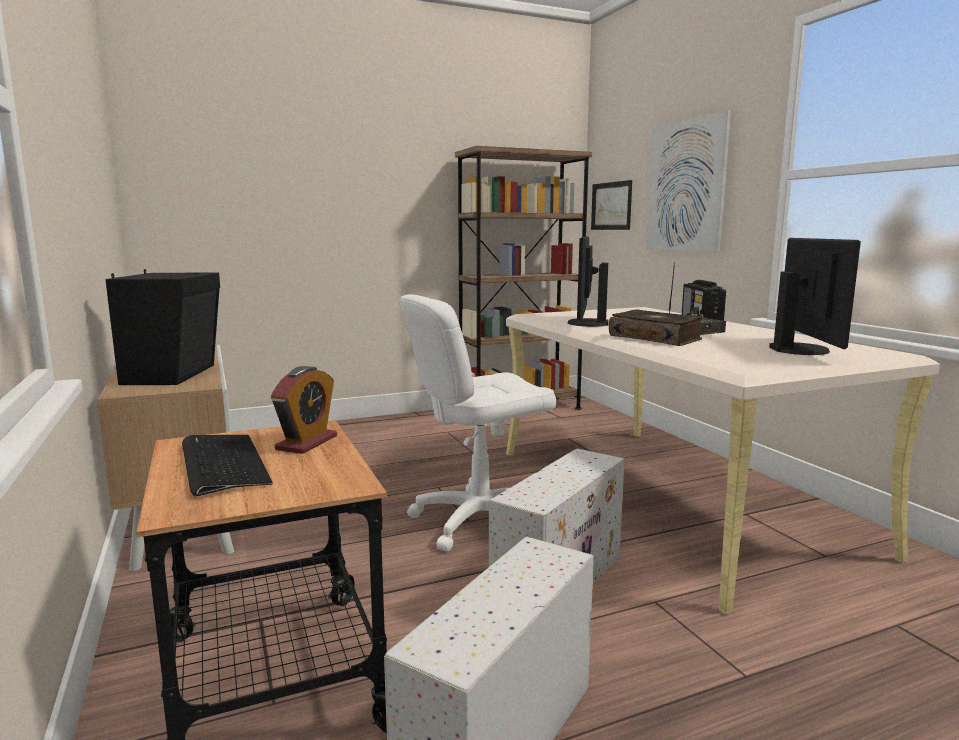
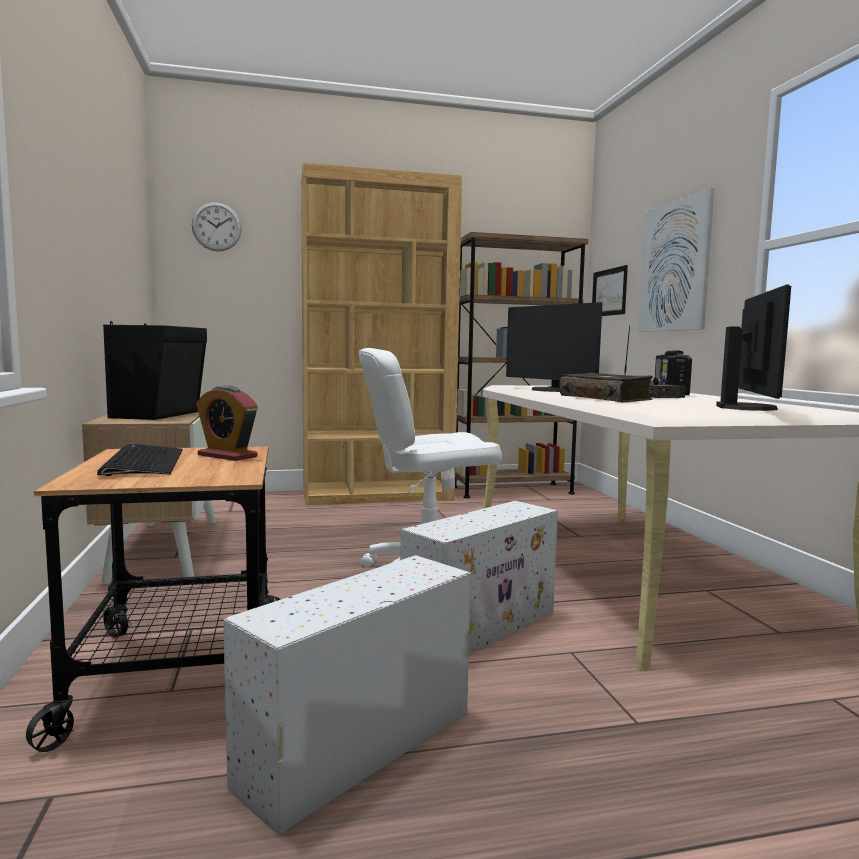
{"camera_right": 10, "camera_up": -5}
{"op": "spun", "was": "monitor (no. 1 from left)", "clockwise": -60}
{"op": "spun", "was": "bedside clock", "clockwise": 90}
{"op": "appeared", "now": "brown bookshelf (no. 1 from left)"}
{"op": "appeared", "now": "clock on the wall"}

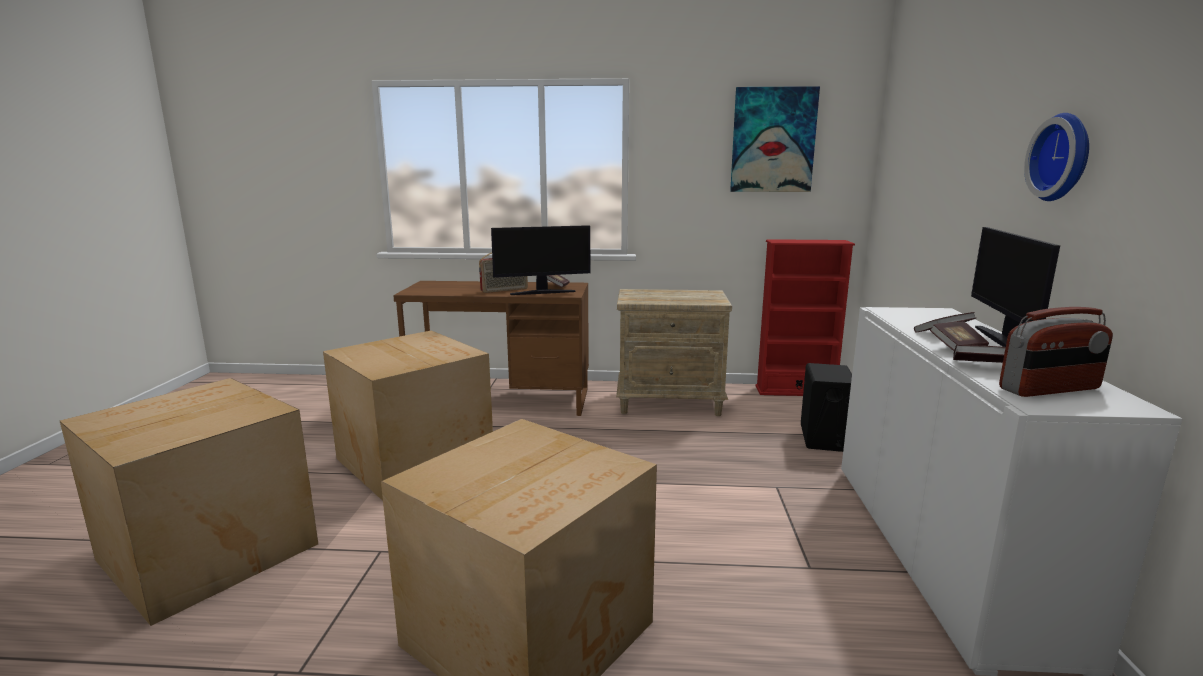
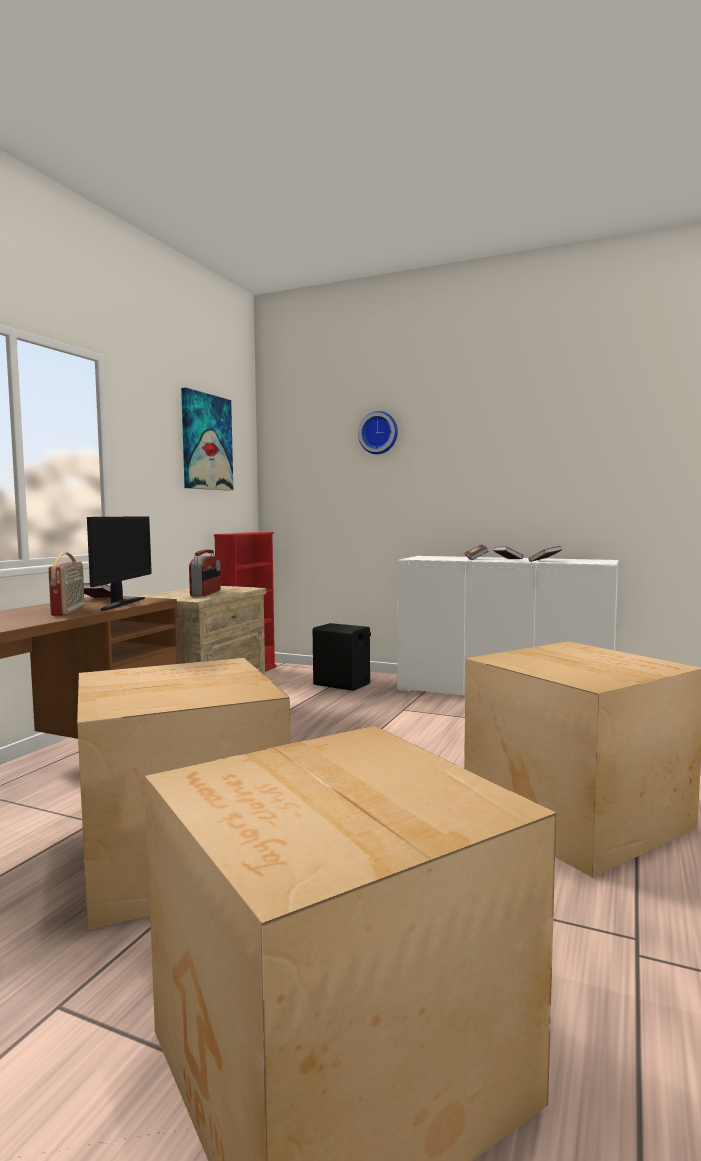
{"camera_right": -70, "camera_up": -10}
{"op": "relocated", "was": "clock on the wall"}
{"op": "missing", "was": "monitor (no. 2 from left)"}
{"op": "relocated", "was": "radio (no. 2 from left)"}

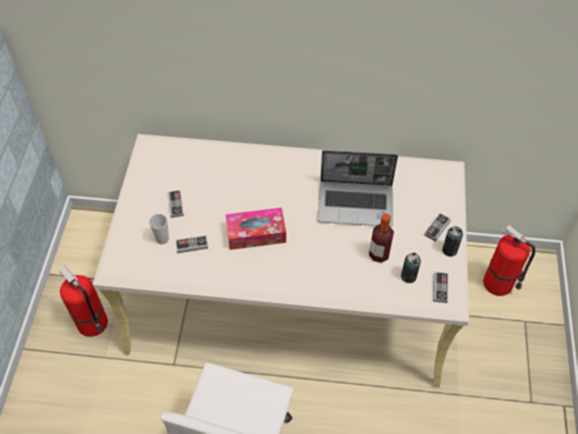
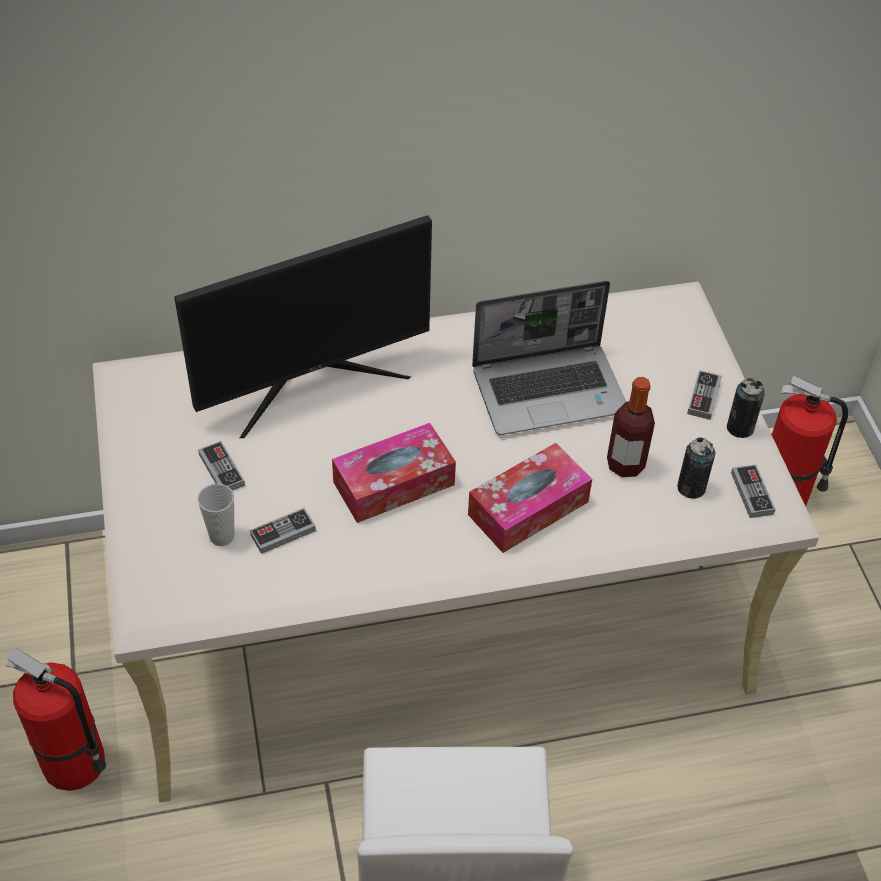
{"camera_right": -20, "camera_up": -5}
{"op": "appeared", "now": "monitor"}
{"op": "appeared", "now": "tissue box (no. 2 from left)"}

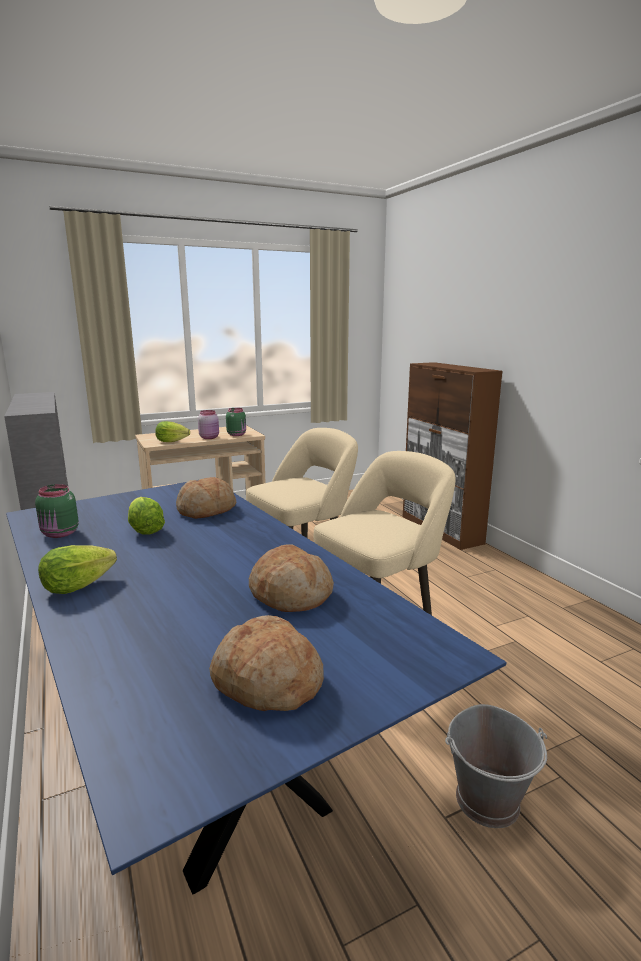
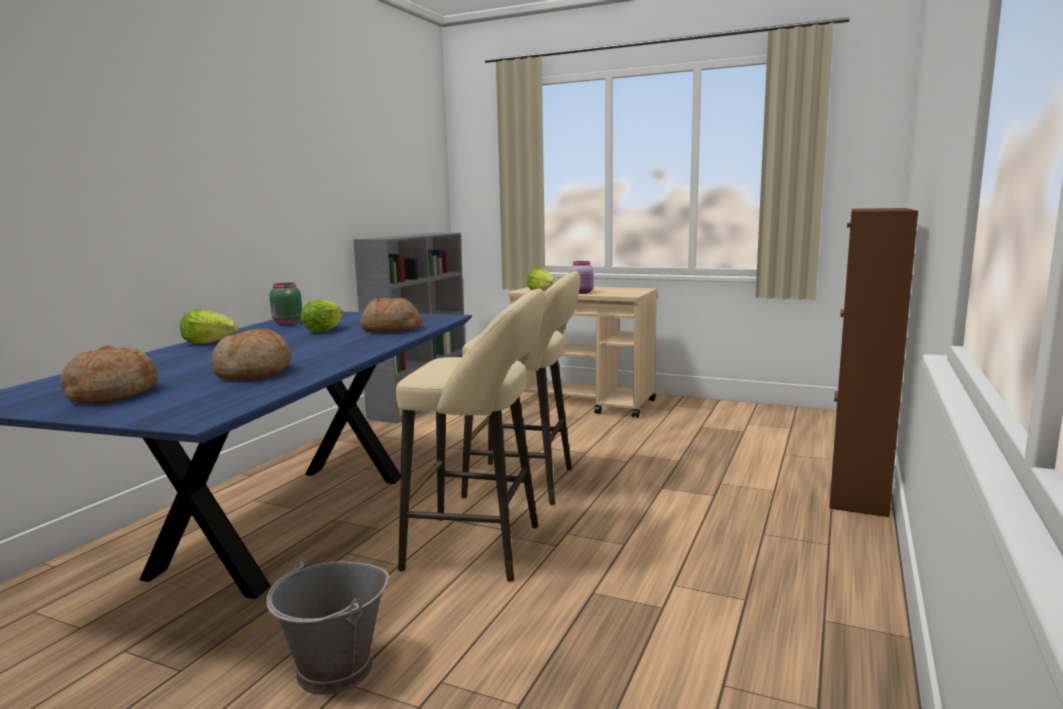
{"camera_right": 50, "camera_up": -5}
{"op": "missing", "was": "green storage jar (no. 2 from left)"}

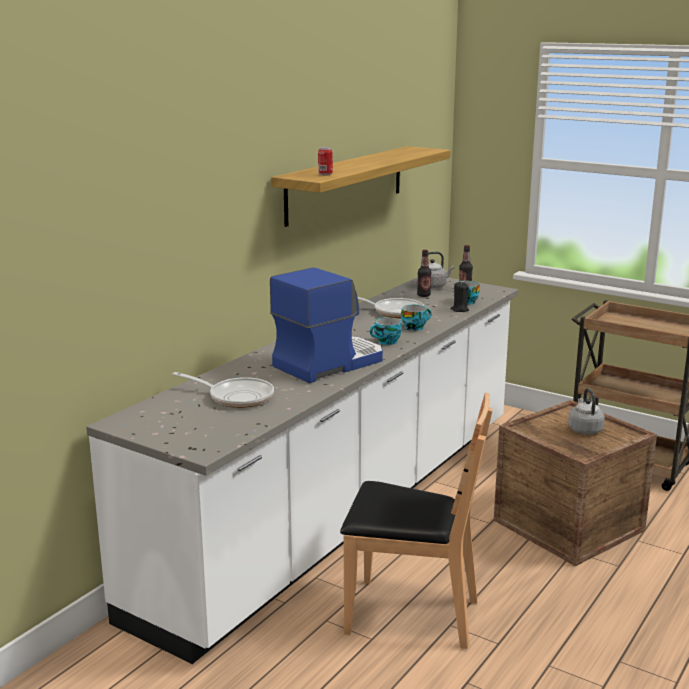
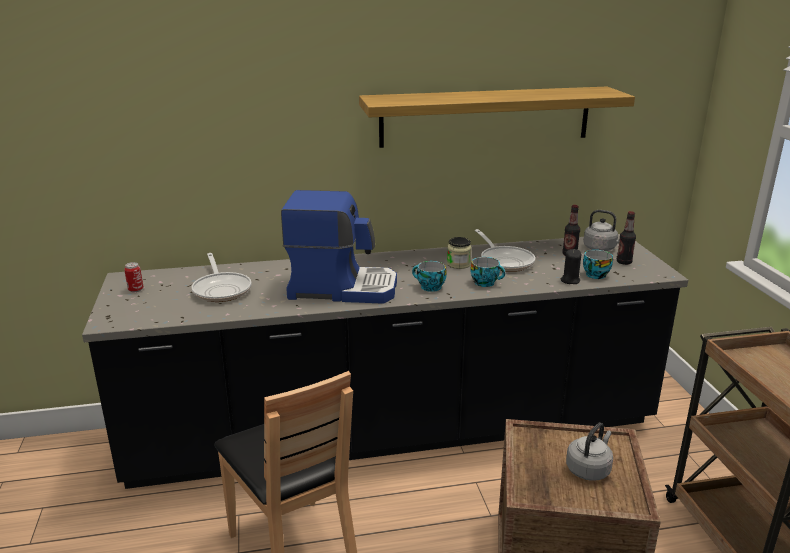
{"camera_right": 45, "camera_up": 5}
{"op": "relocated", "was": "metal can"}
{"op": "colour", "was": "white-coloured kitchen counter", "now": "blackish kitchen counter"}
{"op": "appeared", "now": "storage jar"}

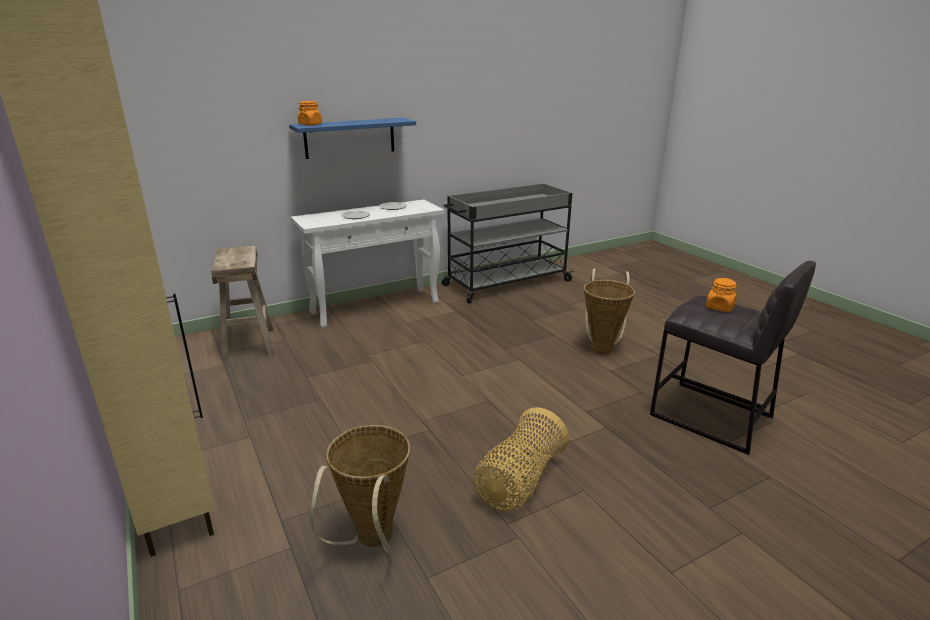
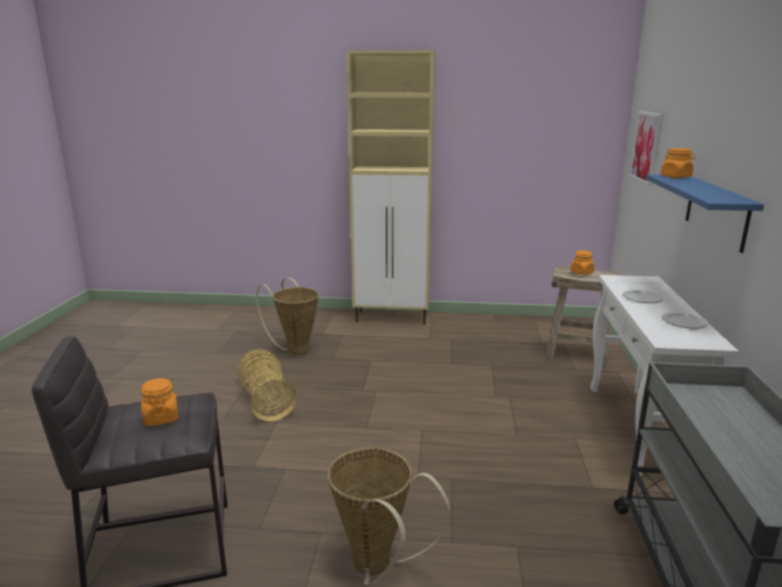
{"camera_right": 125, "camera_up": -5}
{"op": "appeared", "now": "wall art"}
{"op": "appeared", "now": "orange-coloured storage jar (no. 2 from left)"}

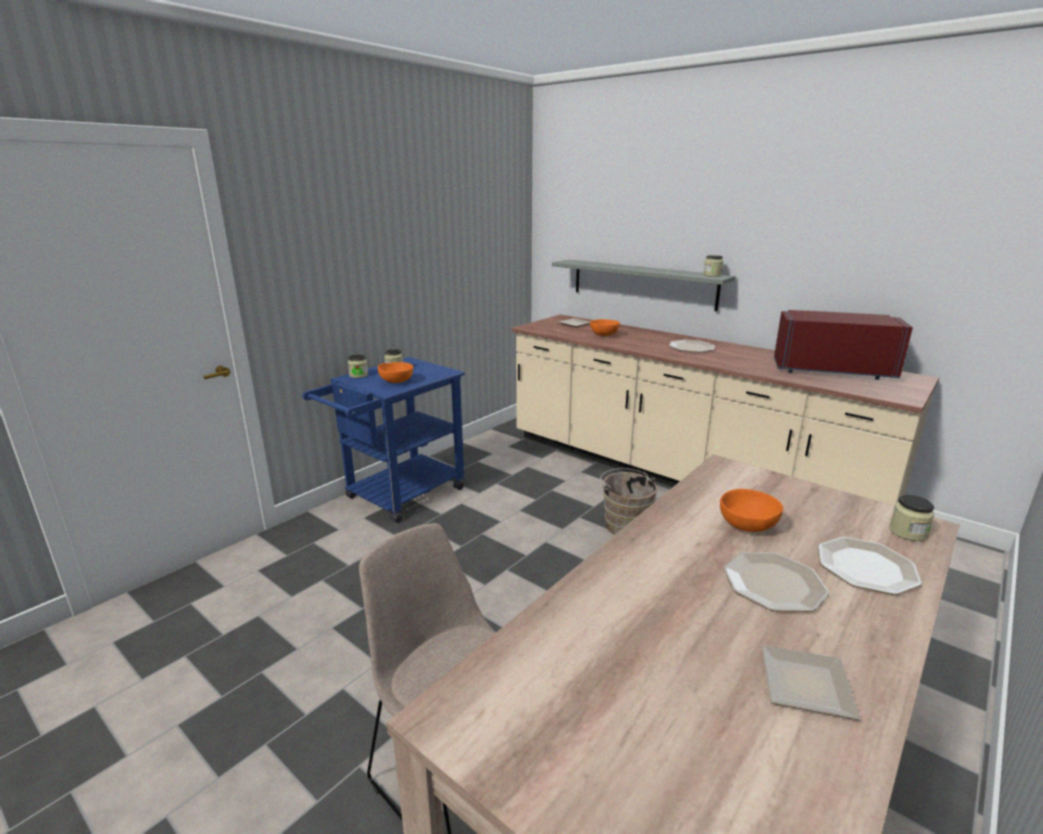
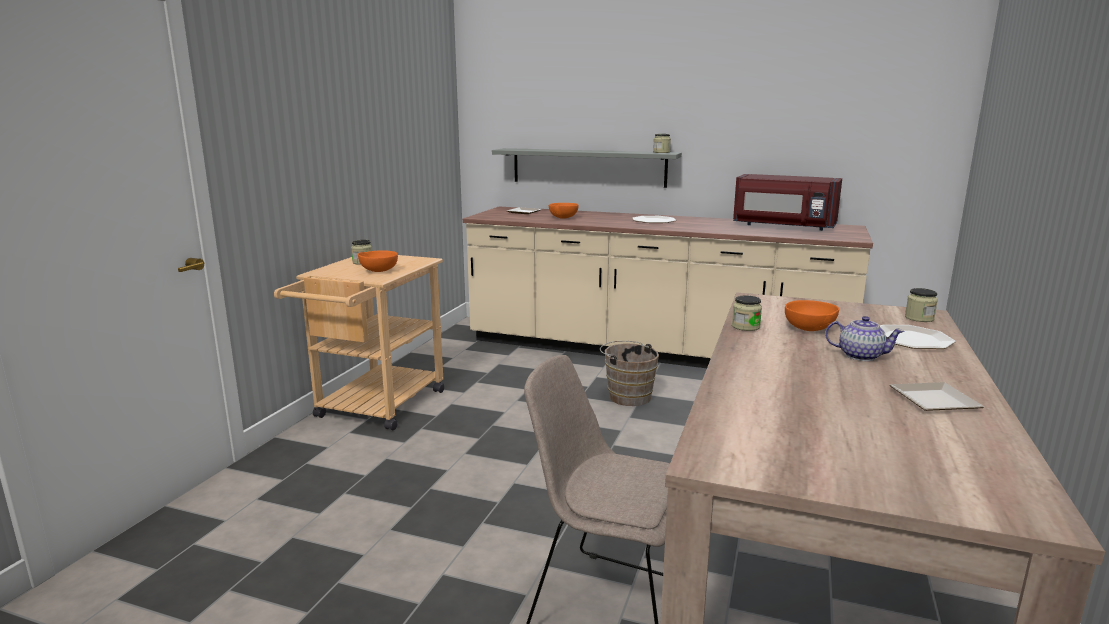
{"camera_right": -20, "camera_up": -5}
{"op": "spun", "was": "red-coloured microwave oven", "clockwise": -150}
{"op": "relocated", "was": "storage jar (no. 1 from left in the first image)", "now": "storage jar (no. 3 from left)"}
{"op": "colour", "was": "blue wheeled cart", "now": "sand-coloured wheeled cart"}
{"op": "exchanged", "was": "plate (no. 3 from left)", "now": "teapot"}

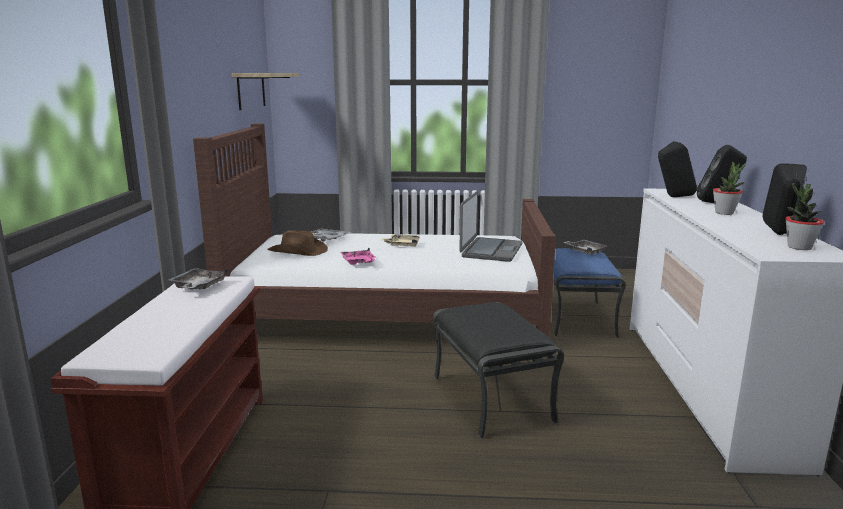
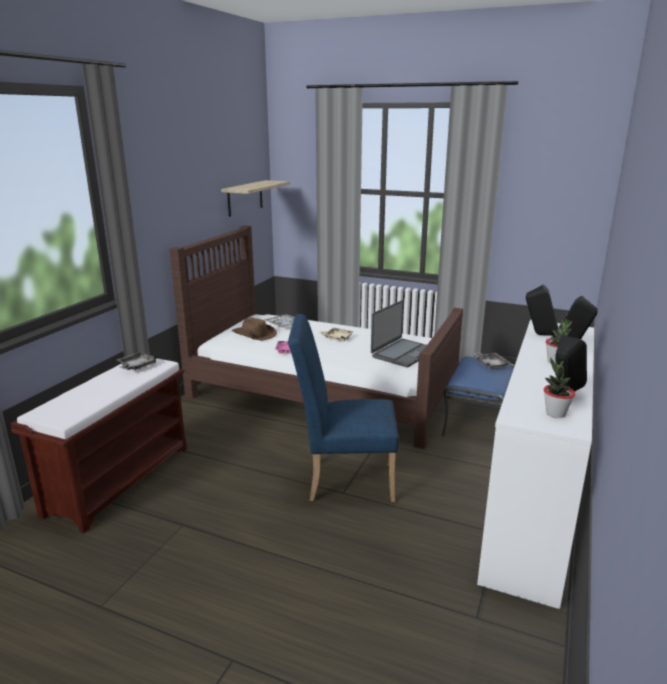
{"camera_right": 20, "camera_up": 5}
{"op": "exchanged", "was": "blackish pouffe", "now": "blue chair"}

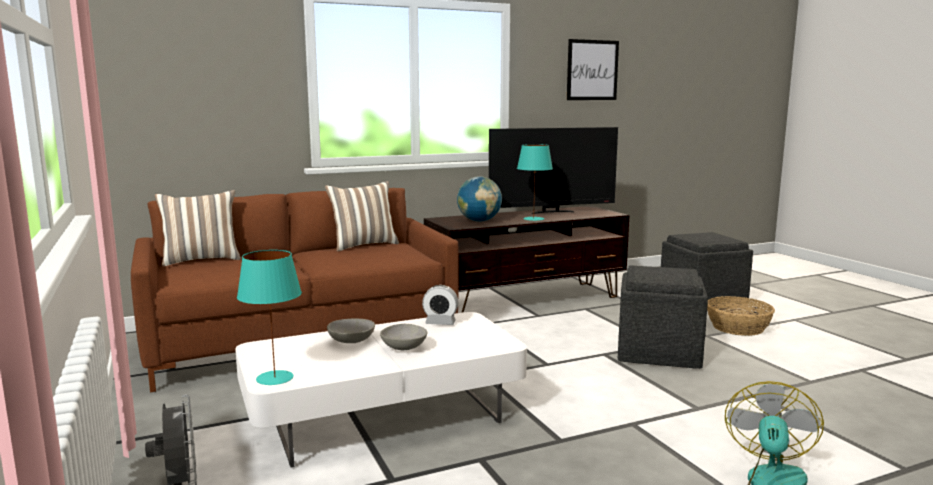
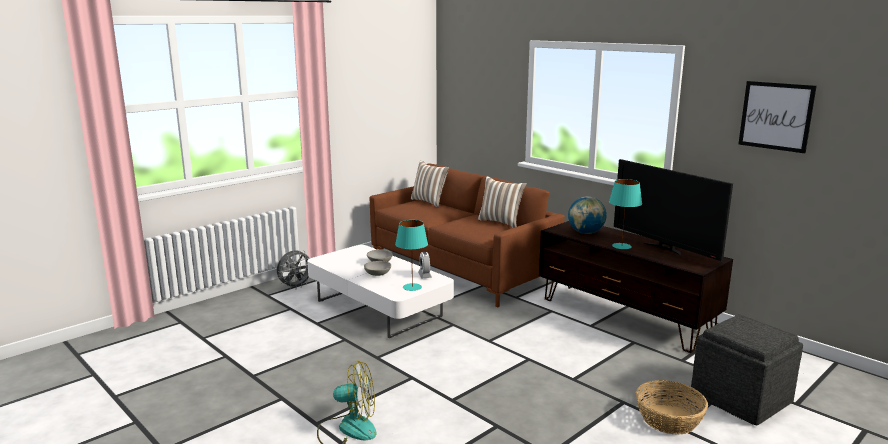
{"camera_right": 70, "camera_up": 5}
{"op": "relocated", "was": "blue-green tabletop lamp (no. 1 from left)"}
{"op": "missing", "was": "gray pouffe (no. 1 from left)"}

